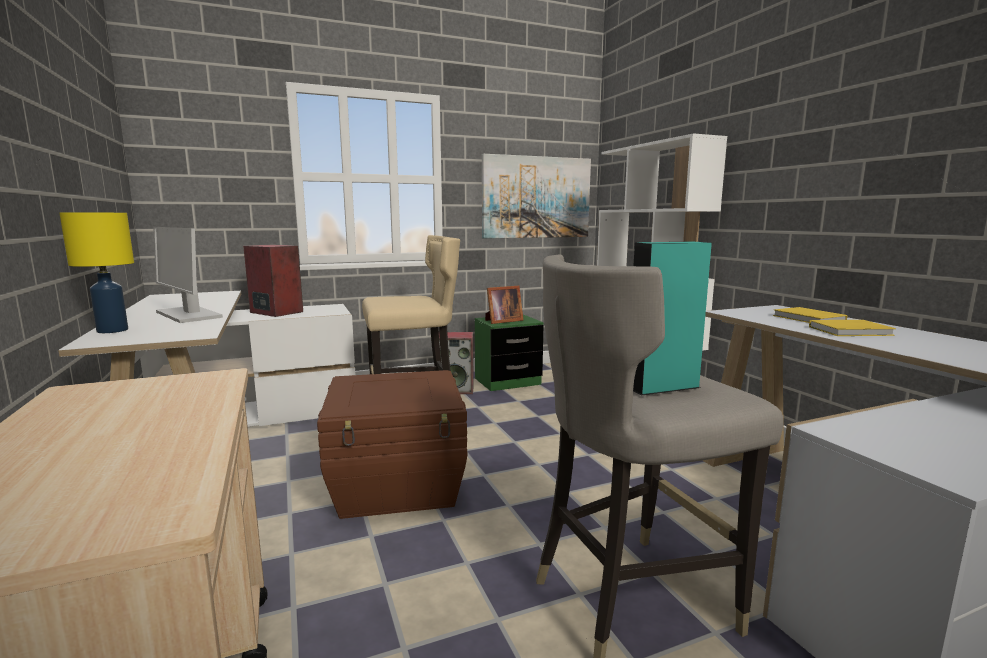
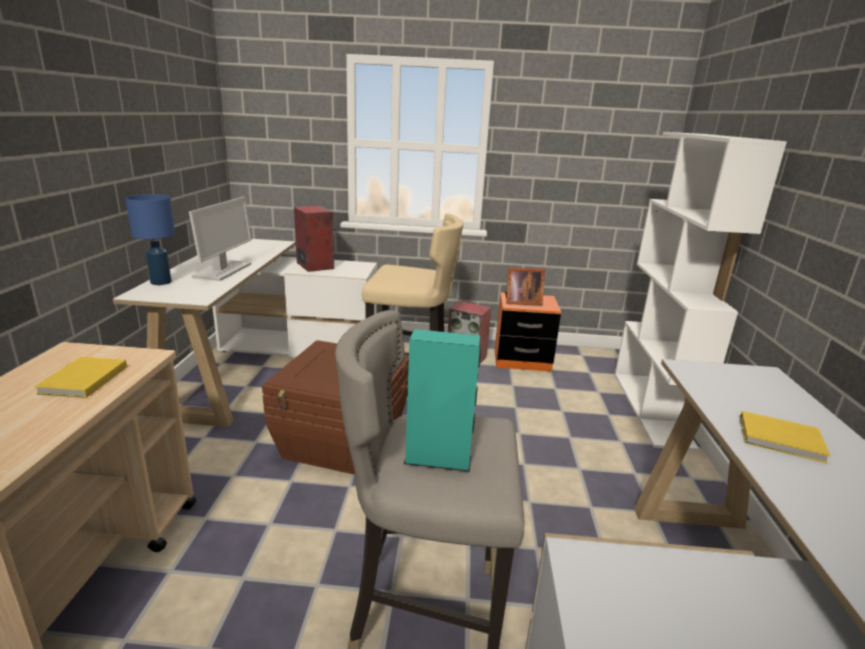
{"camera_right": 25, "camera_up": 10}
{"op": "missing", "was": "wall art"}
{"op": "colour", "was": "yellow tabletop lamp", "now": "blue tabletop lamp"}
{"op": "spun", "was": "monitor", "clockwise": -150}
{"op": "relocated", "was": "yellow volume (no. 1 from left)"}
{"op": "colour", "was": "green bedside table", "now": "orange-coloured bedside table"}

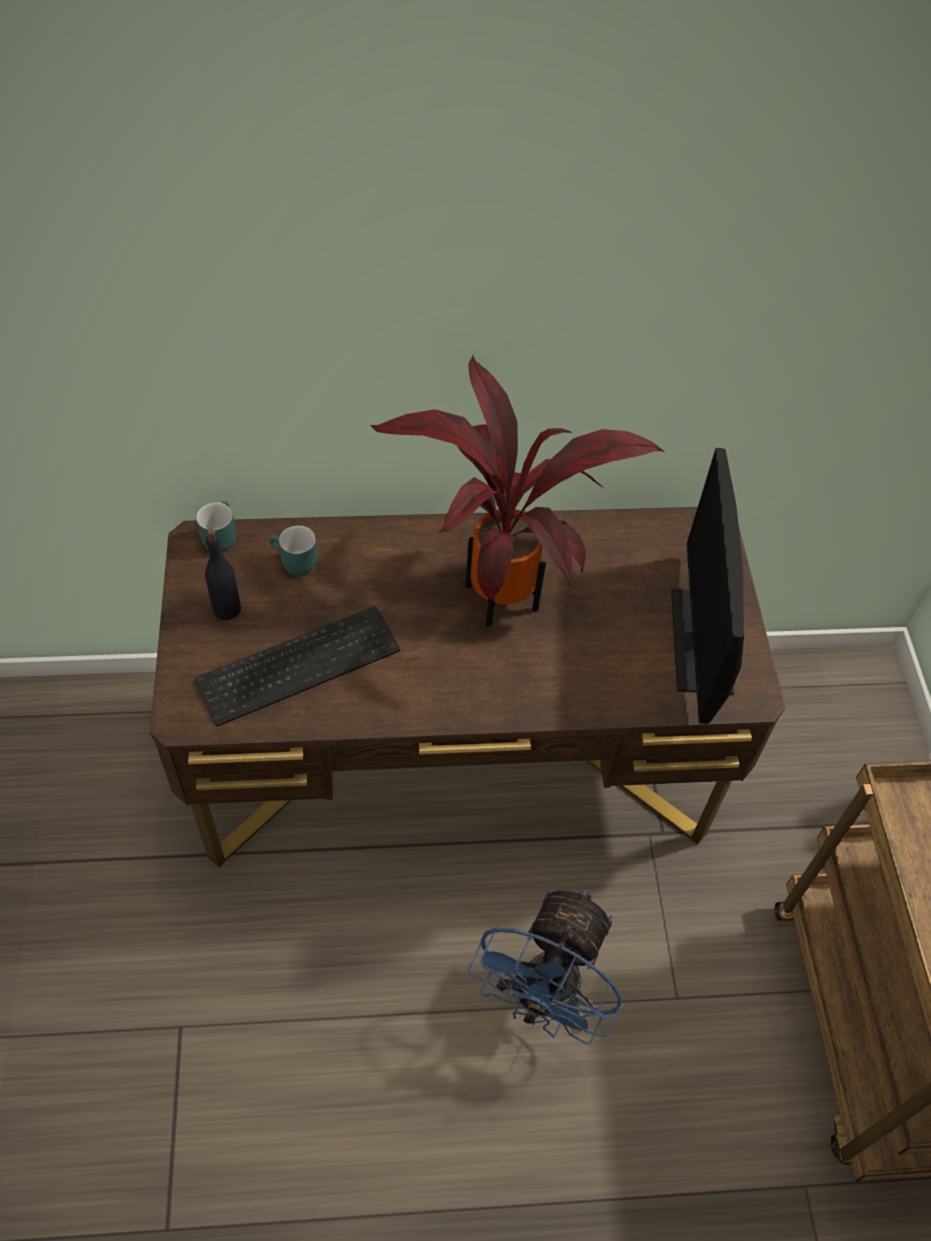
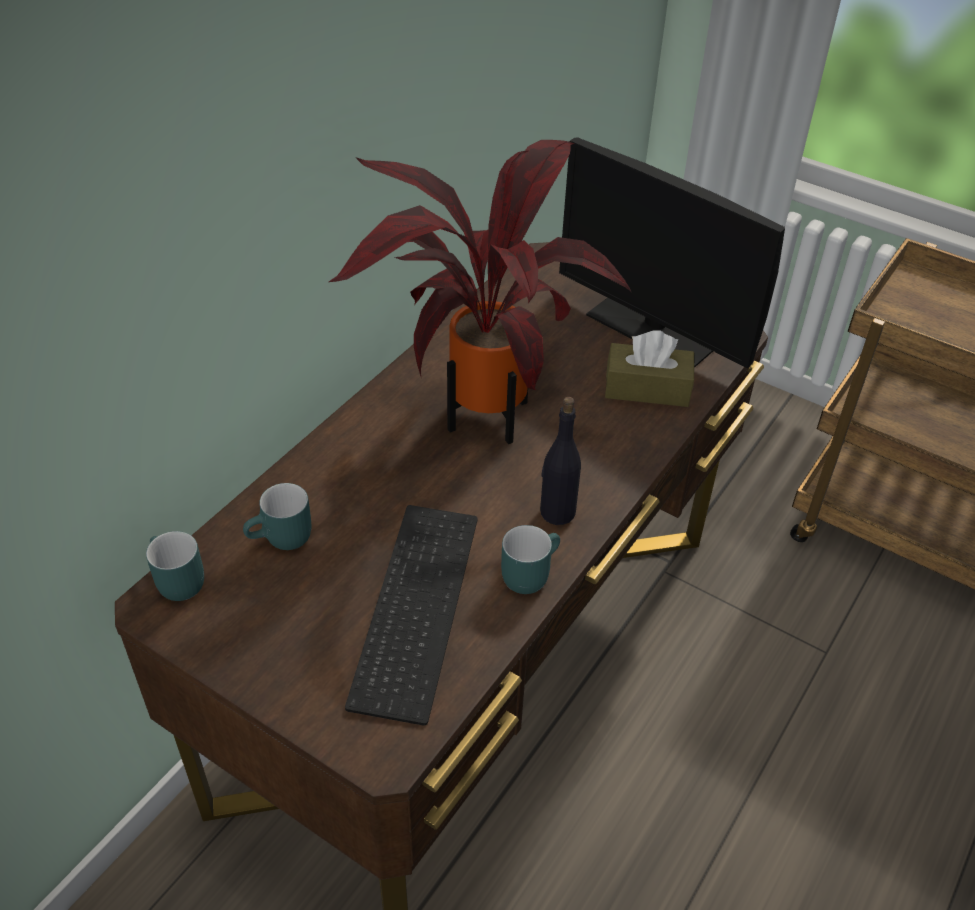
{"camera_right": -50, "camera_up": -10}
{"op": "relocated", "was": "blackish bottle"}
{"op": "missing", "was": "blue electric fan"}
{"op": "appeared", "now": "brown tissue box"}
{"op": "appeared", "now": "blue-green mug (no. 3 from left)"}

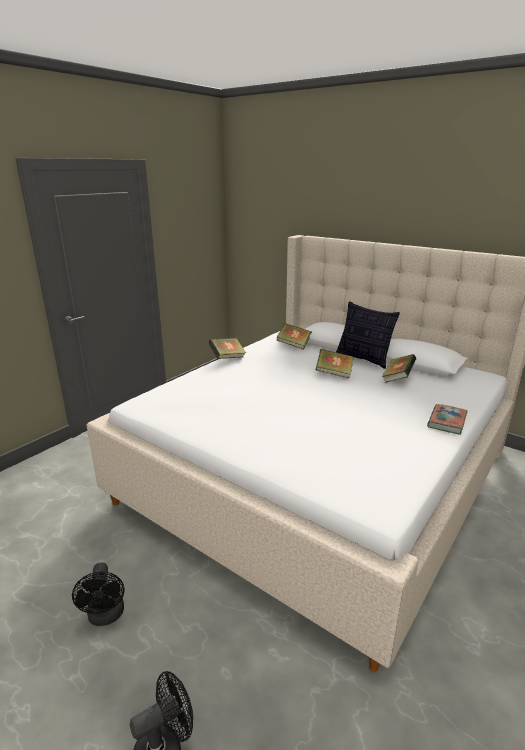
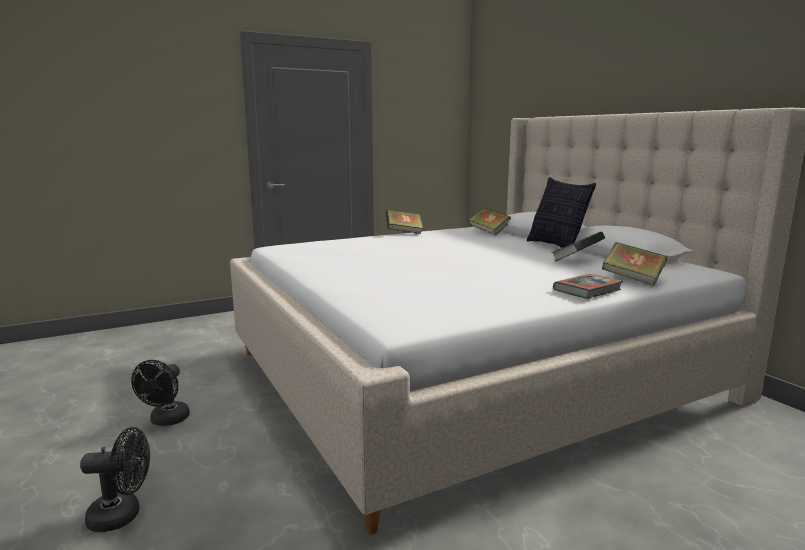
{"camera_right": 25, "camera_up": -10}
{"op": "relocated", "was": "volume (no. 3 from left in the first image)", "now": "volume (no. 5 from left)"}

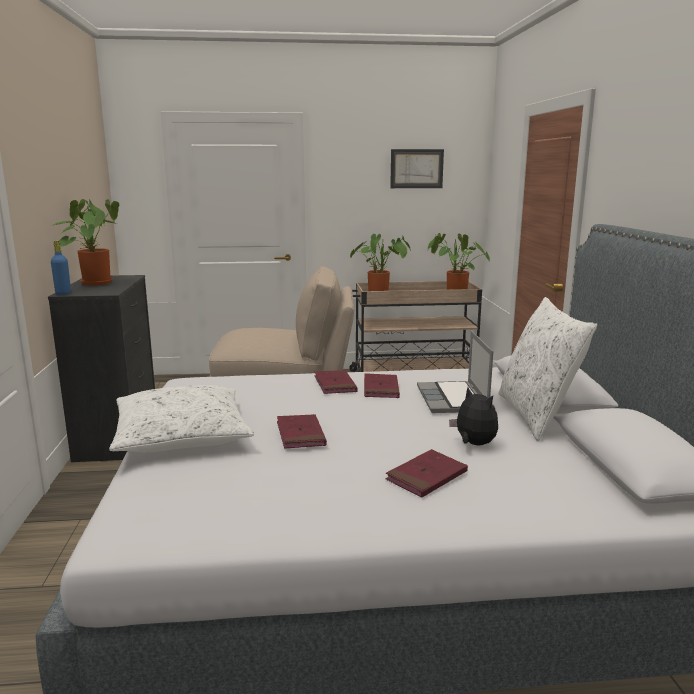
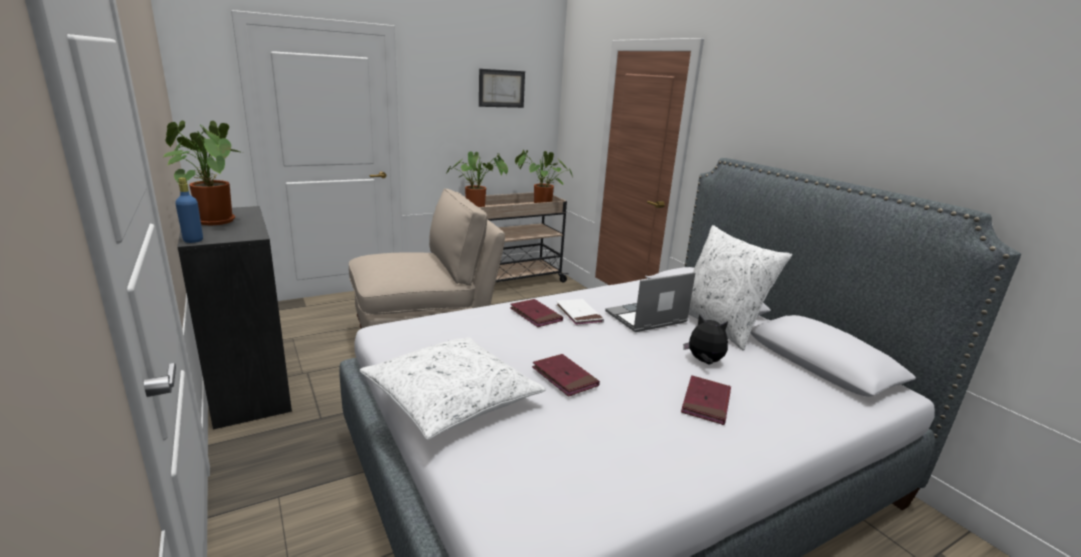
{"camera_right": -25, "camera_up": 5}
{"op": "spun", "was": "notebook computer", "clockwise": 90}
{"op": "colour", "was": "red-coloured volume (no. 3 from left)", "now": "white-coloured volume"}

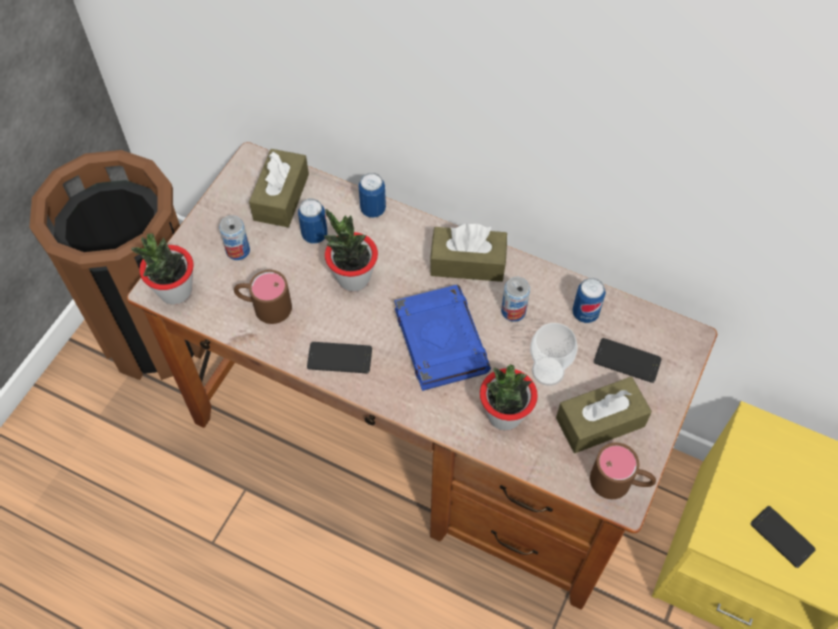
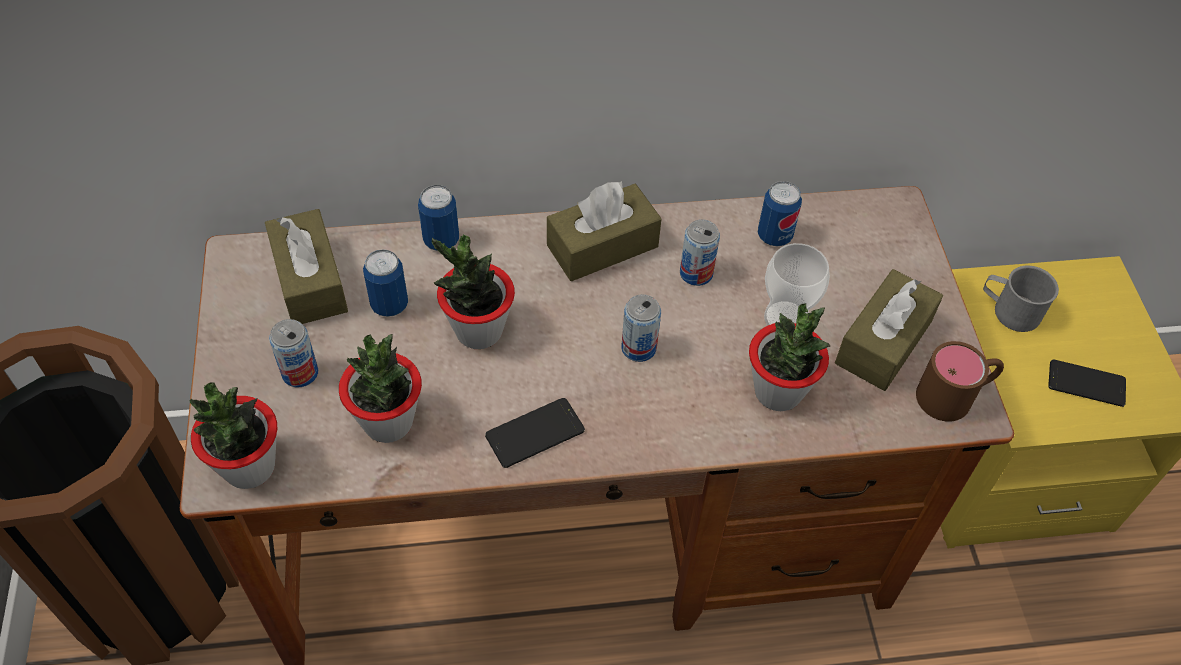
{"camera_right": -35, "camera_up": -5}
{"op": "exchanged", "was": "brown mug (no. 1 from left)", "now": "potted plant (no. 2 from left)"}
{"op": "exchanged", "was": "blue volume", "now": "metal can (no. 4 from left)"}
{"op": "missing", "was": "phone (no. 2 from left)"}
{"op": "appeared", "now": "gray mug"}

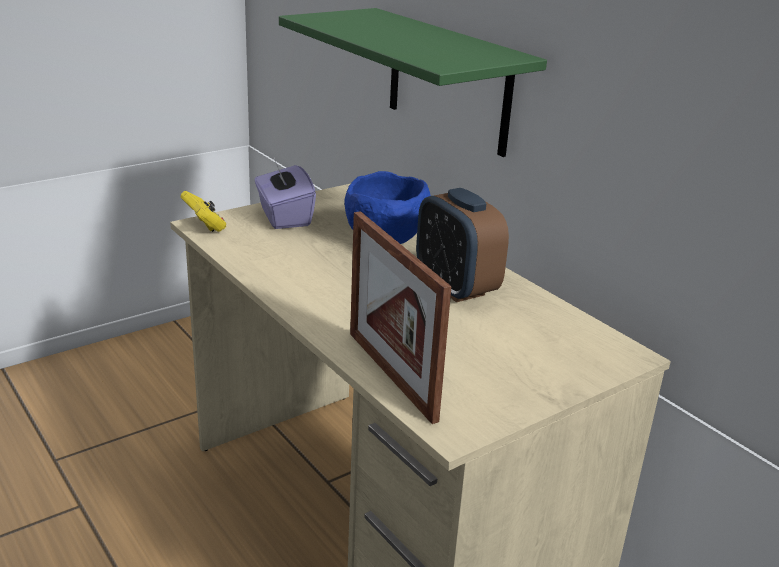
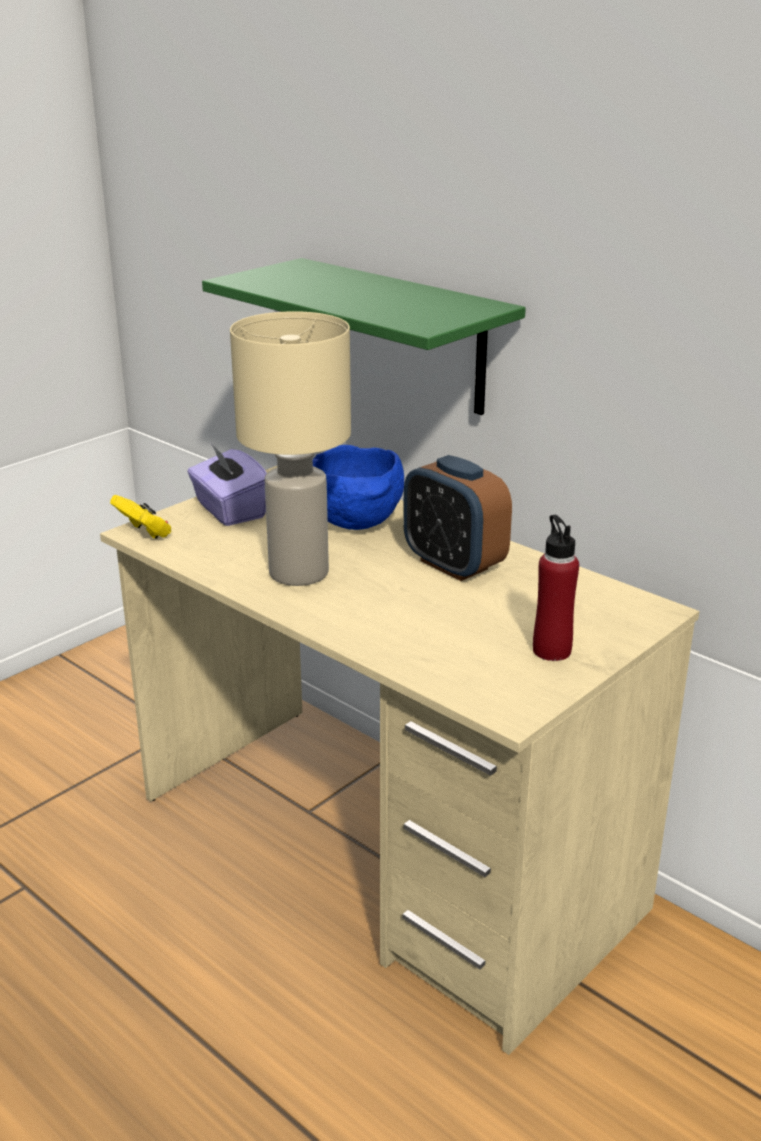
{"camera_right": -10, "camera_up": 0}
{"op": "missing", "was": "standing frame"}
{"op": "appeared", "now": "sand-coloured tabletop lamp"}
{"op": "appeared", "now": "red-coloured bottle"}

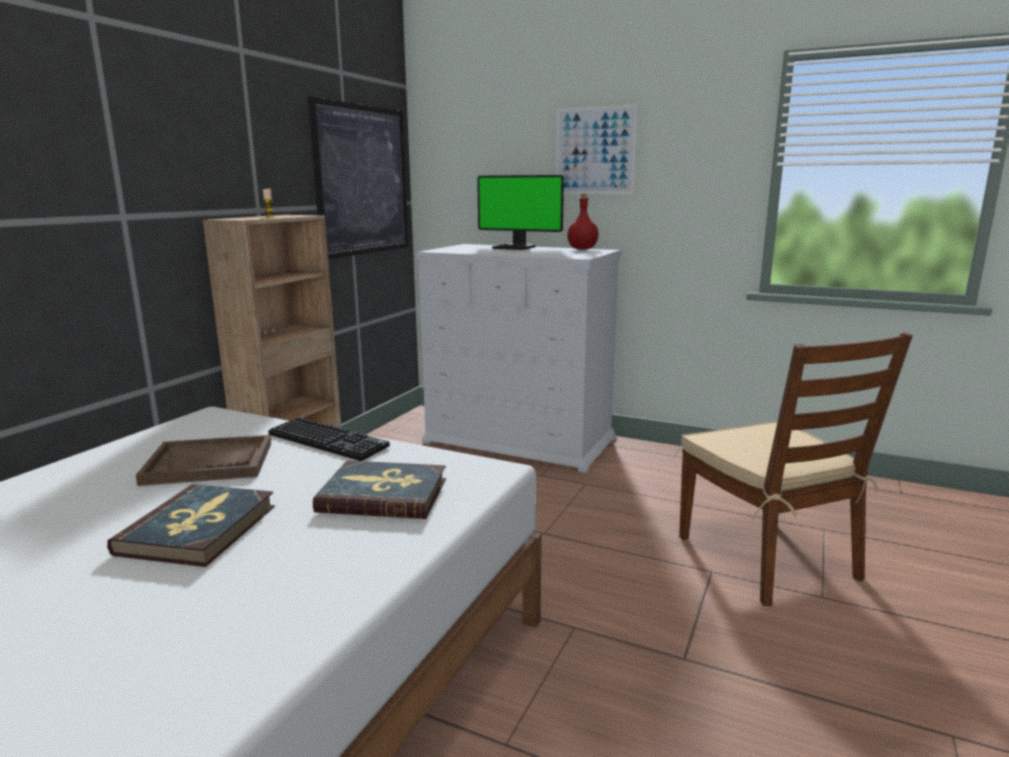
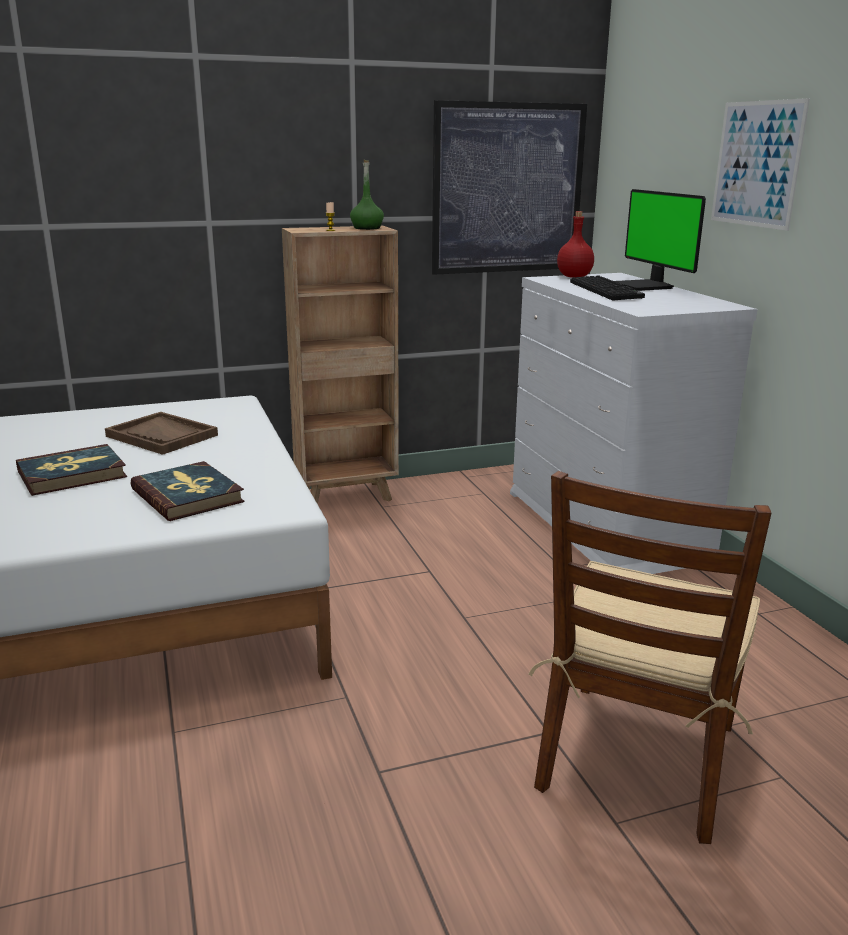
{"camera_right": 45, "camera_up": 5}
{"op": "relocated", "was": "red-coloured bottle"}
{"op": "relocated", "was": "keyboard"}
{"op": "appeared", "now": "green bottle"}

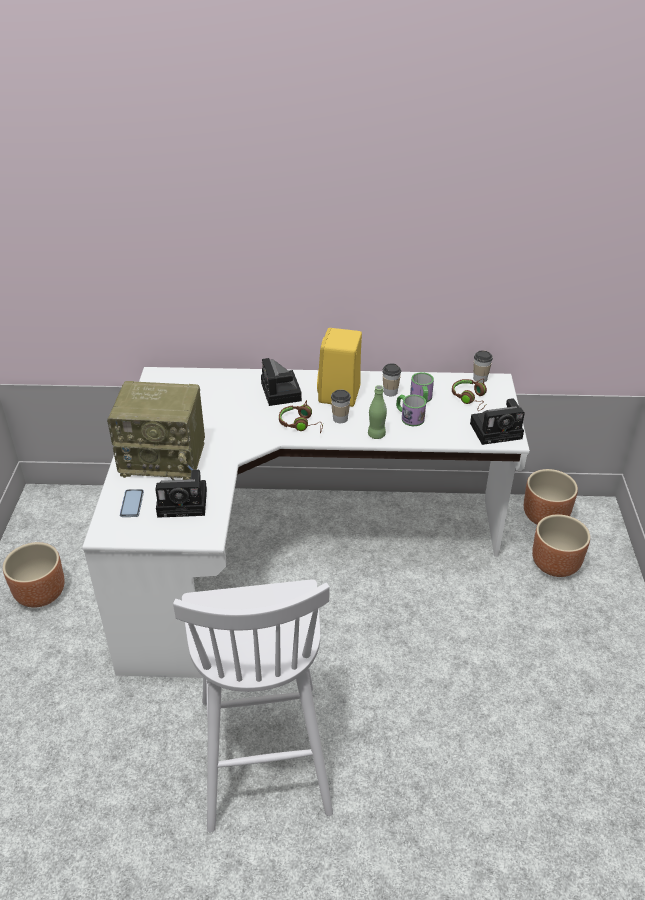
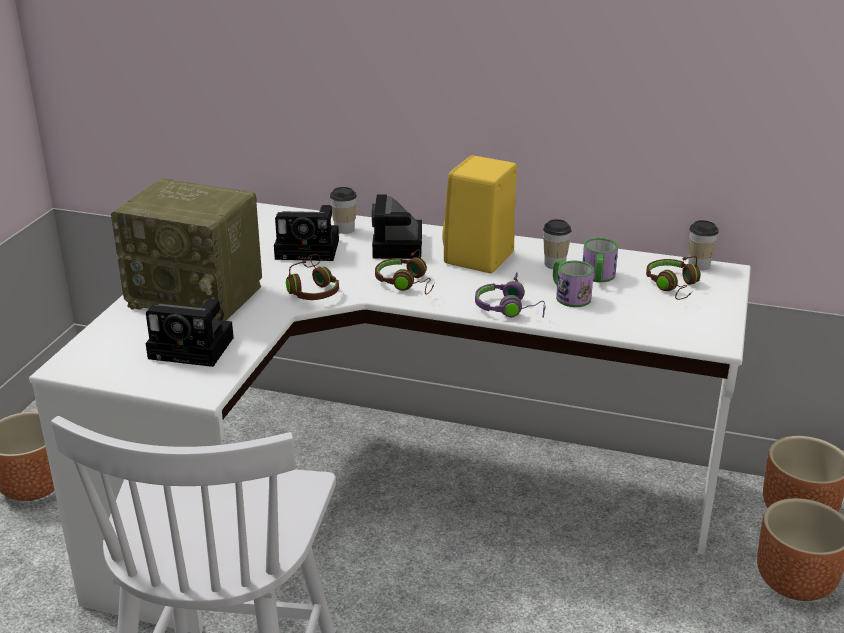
{"camera_right": 15, "camera_up": -10}
{"op": "exchanged", "was": "green bottle", "now": "purplish headset"}
{"op": "relocated", "was": "small cup (no. 1 from left)"}
{"op": "relocated", "was": "photo camera (no. 3 from left in the first image)", "now": "photo camera (no. 2 from left)"}
{"op": "missing", "was": "phone"}
{"op": "appeared", "now": "brown headset (no. 1 from left)"}

